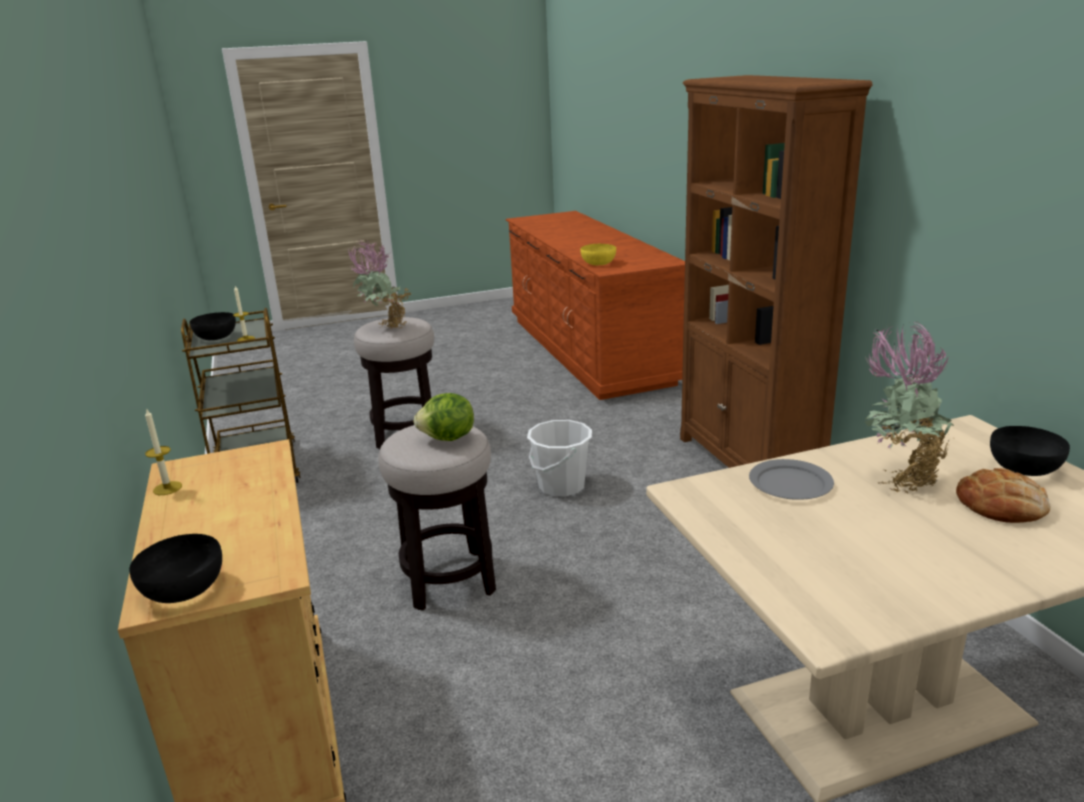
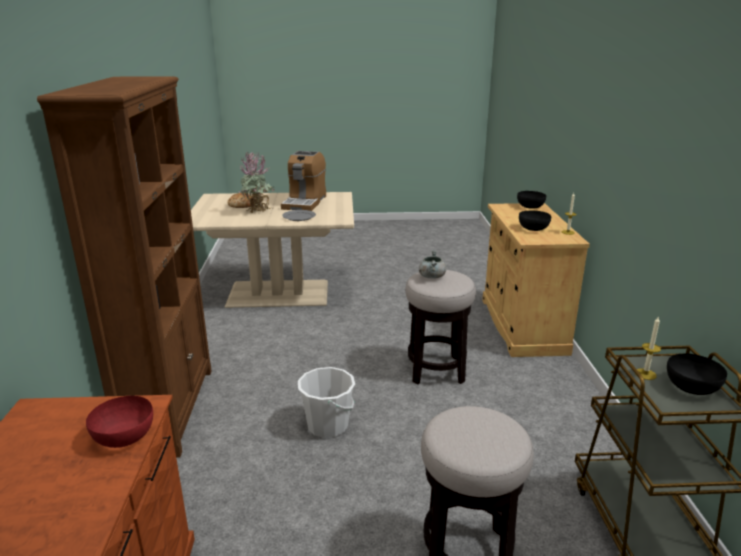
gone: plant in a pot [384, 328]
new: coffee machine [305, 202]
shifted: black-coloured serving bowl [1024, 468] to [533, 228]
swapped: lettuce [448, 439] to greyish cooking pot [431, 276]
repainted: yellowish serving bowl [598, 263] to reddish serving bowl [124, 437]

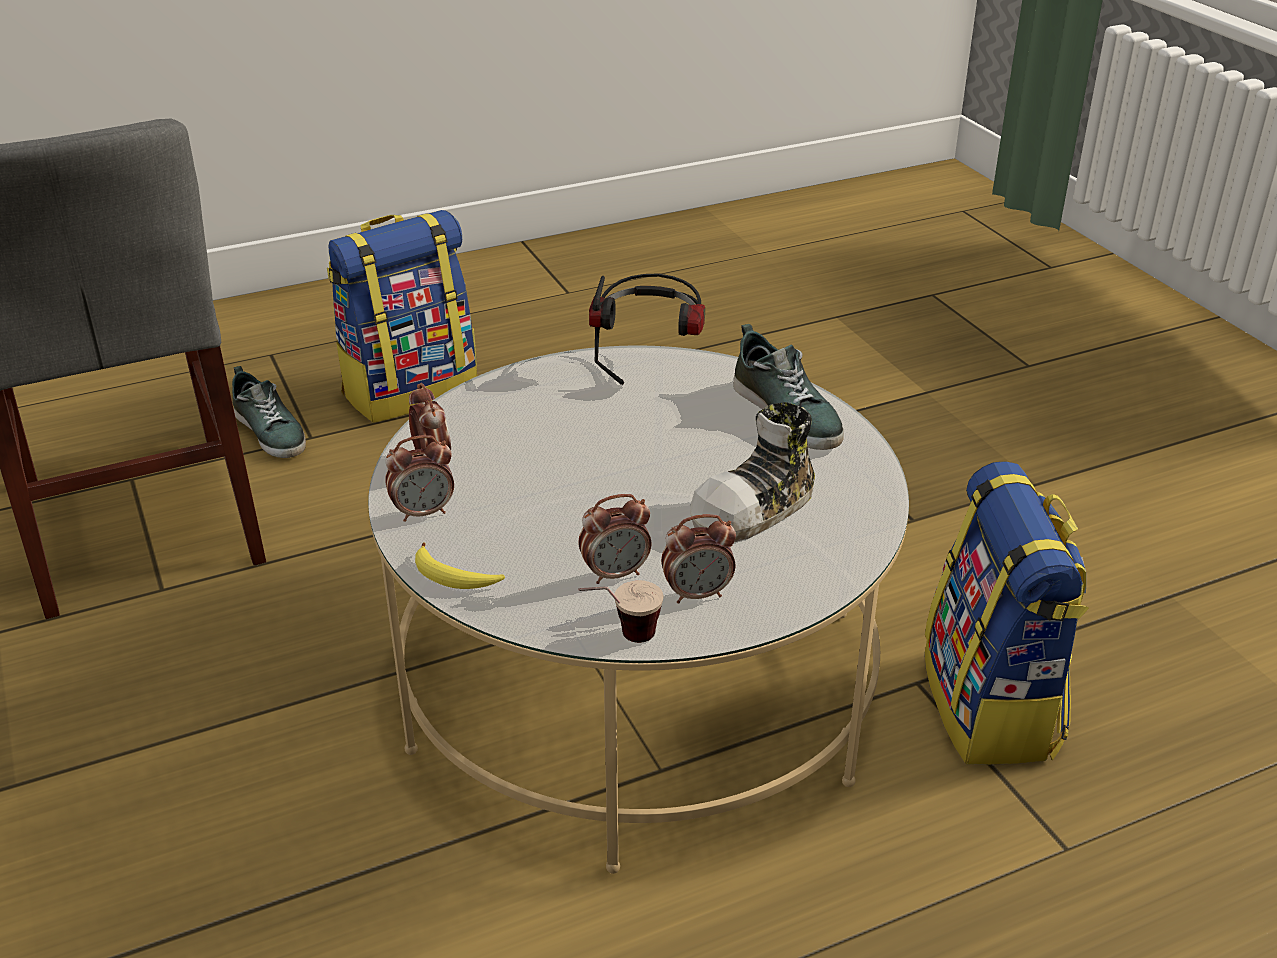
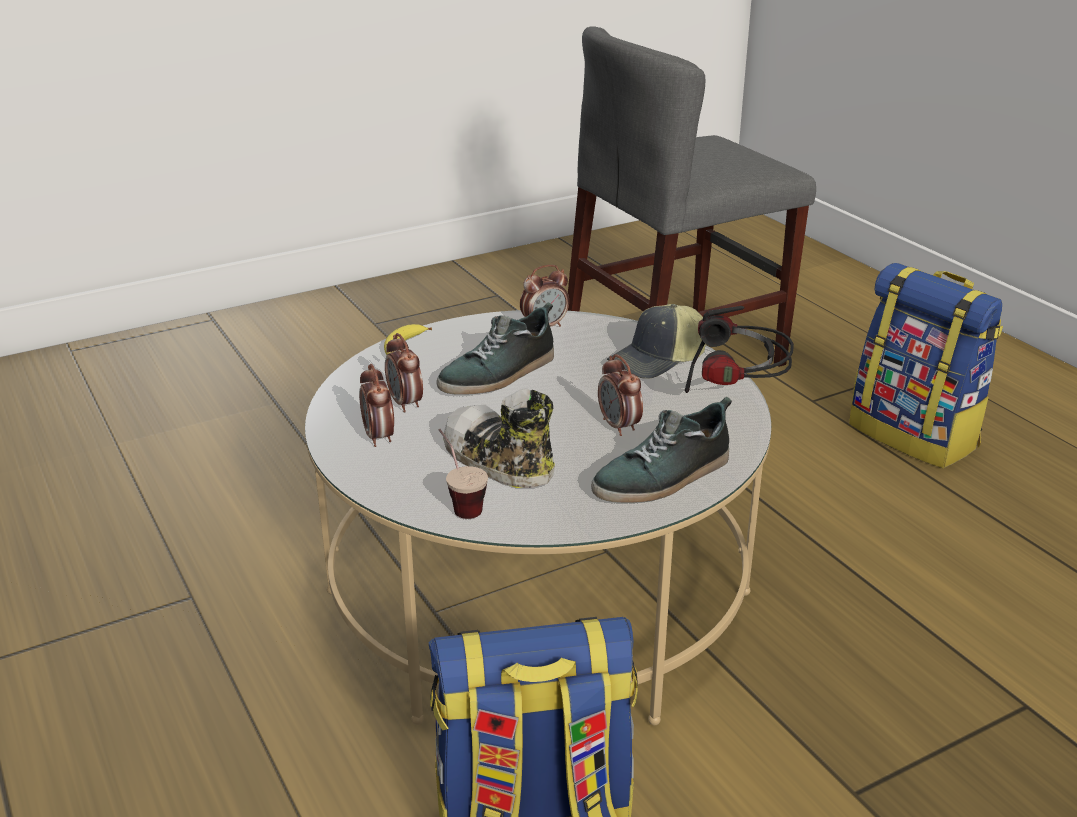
new: peaked cap [658, 361]
shifted: shoe [271, 431] to [499, 373]; cup [620, 639] to [459, 503]; table clock [423, 512] to [619, 426]

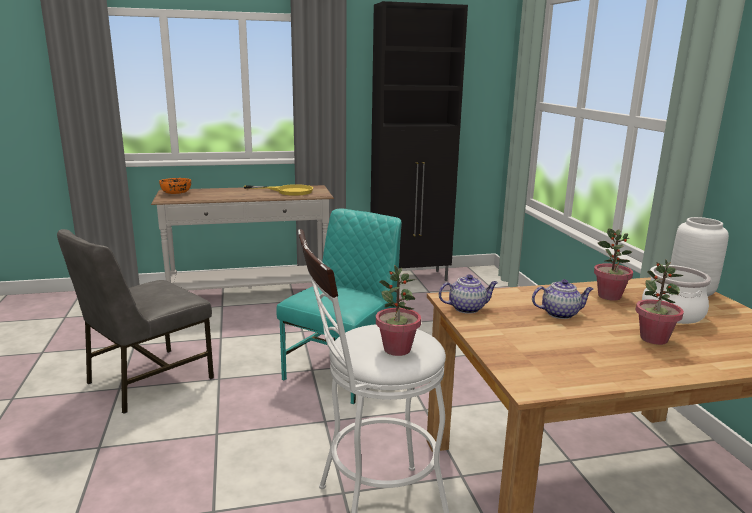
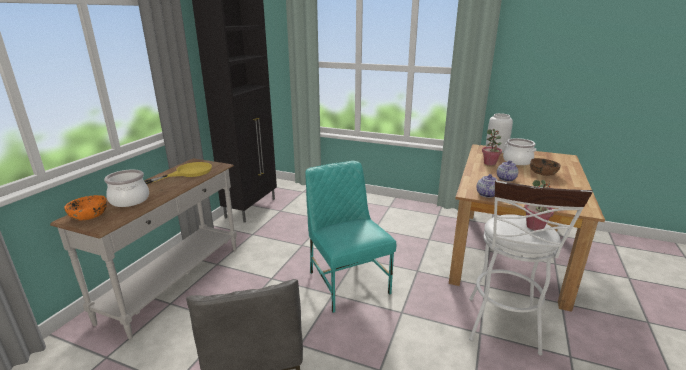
new: cooking pot [130, 200]
swapped: plant in a pot [653, 339] to brown-coloured serving bowl [543, 173]

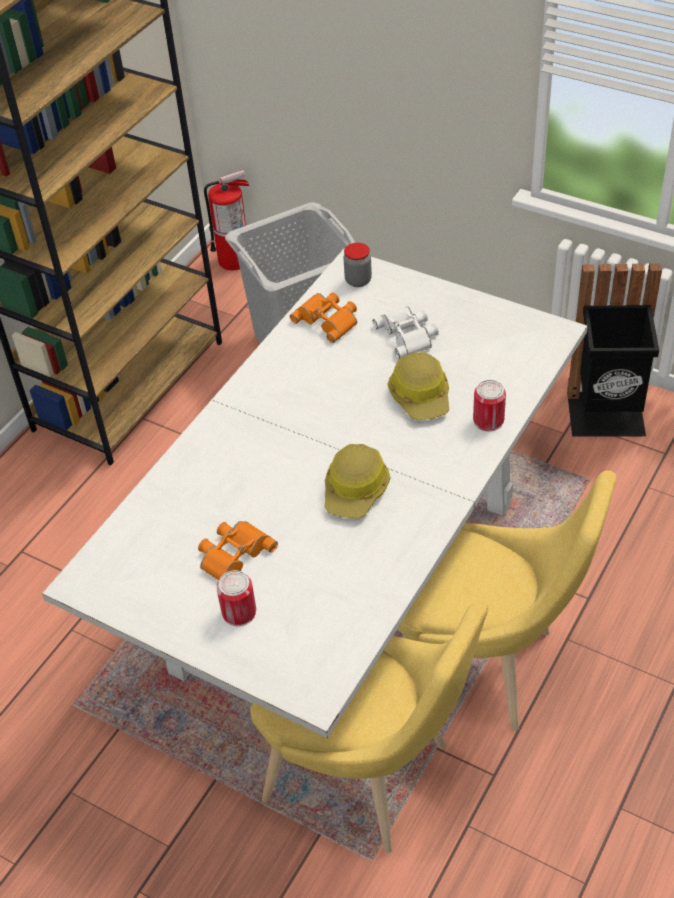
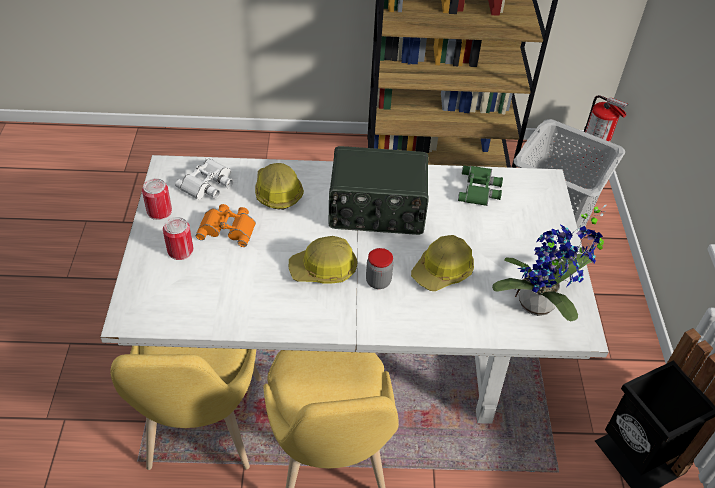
new: work helmet [277, 192]; radio [377, 210]; plant in a pot [540, 306]
shifted: can [488, 420] to [159, 211]; whitish pair of binoculars [408, 335] to [208, 184]; preserve jar [358, 280] to [378, 281]
repainted: orangey pair of binoculars [328, 319] to greenish pair of binoculars [480, 189]

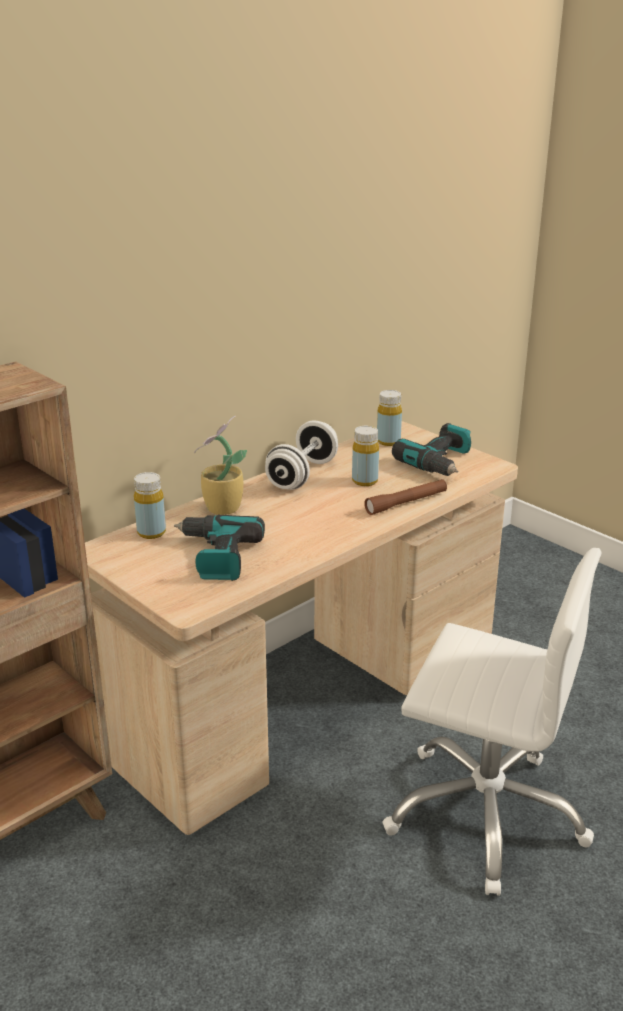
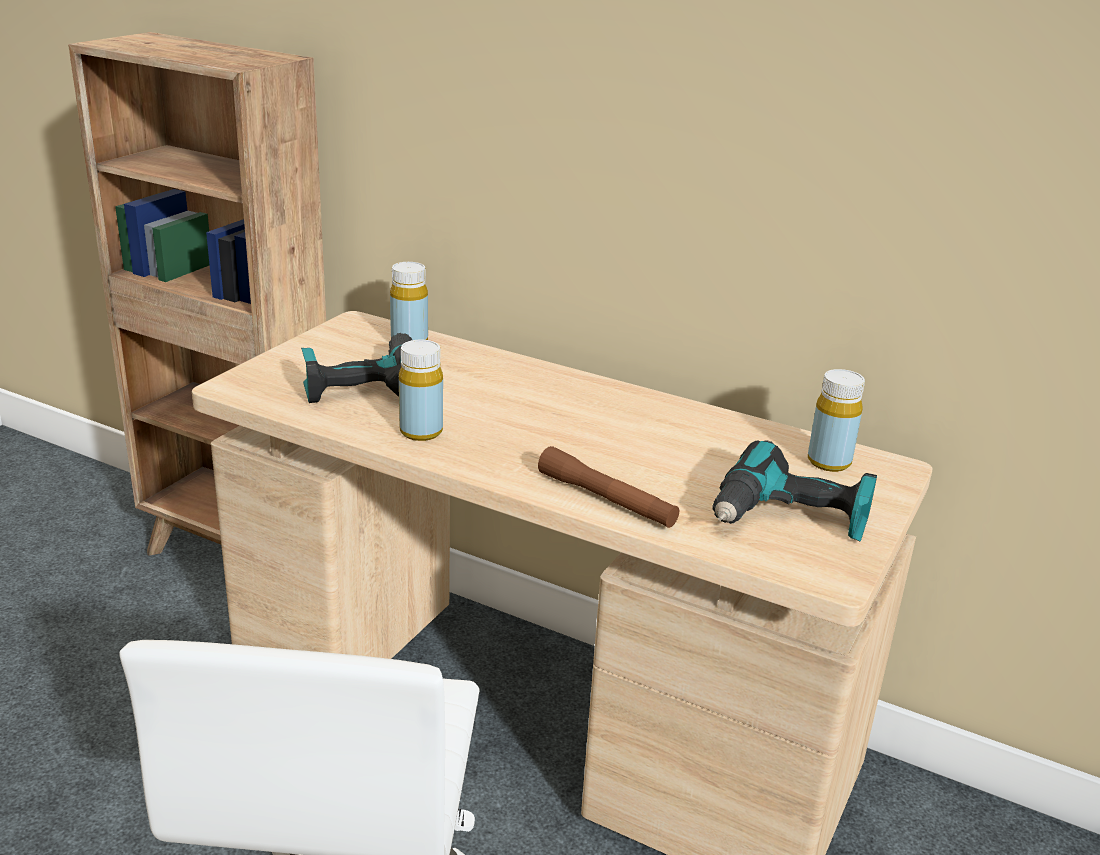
gone: plant in a pot [221, 509]; whitish free weight [302, 475]
shifted: yellowish bottle [364, 481] to [421, 432]

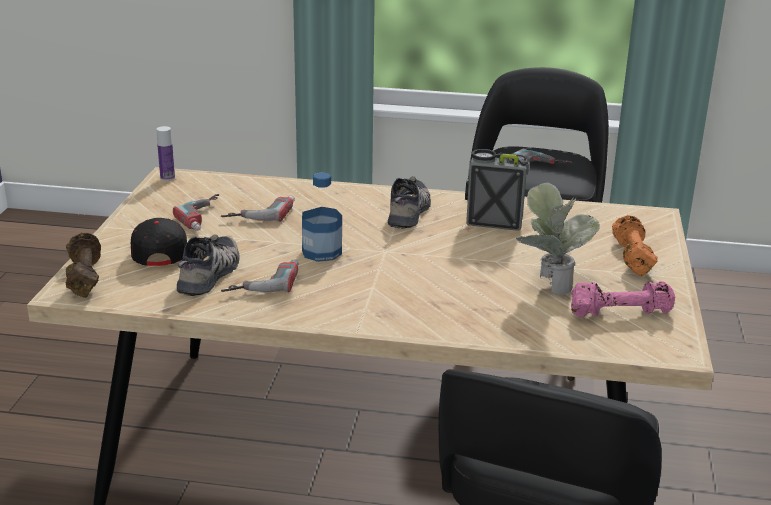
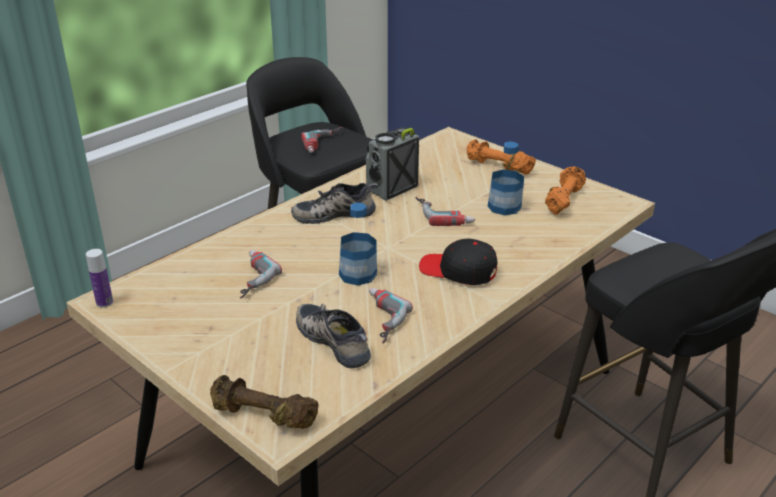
shifted: electric drill [207, 217] to [444, 214]; black-coloured peaked cap [159, 250] to [458, 271]
swapped: plant in a pot [549, 284] to bottle [504, 207]
repainted: pink free weight [619, 313] to orangey free weight [563, 200]
rotated: shoe [410, 211] = [334, 213] 60 degrees counterclockwise

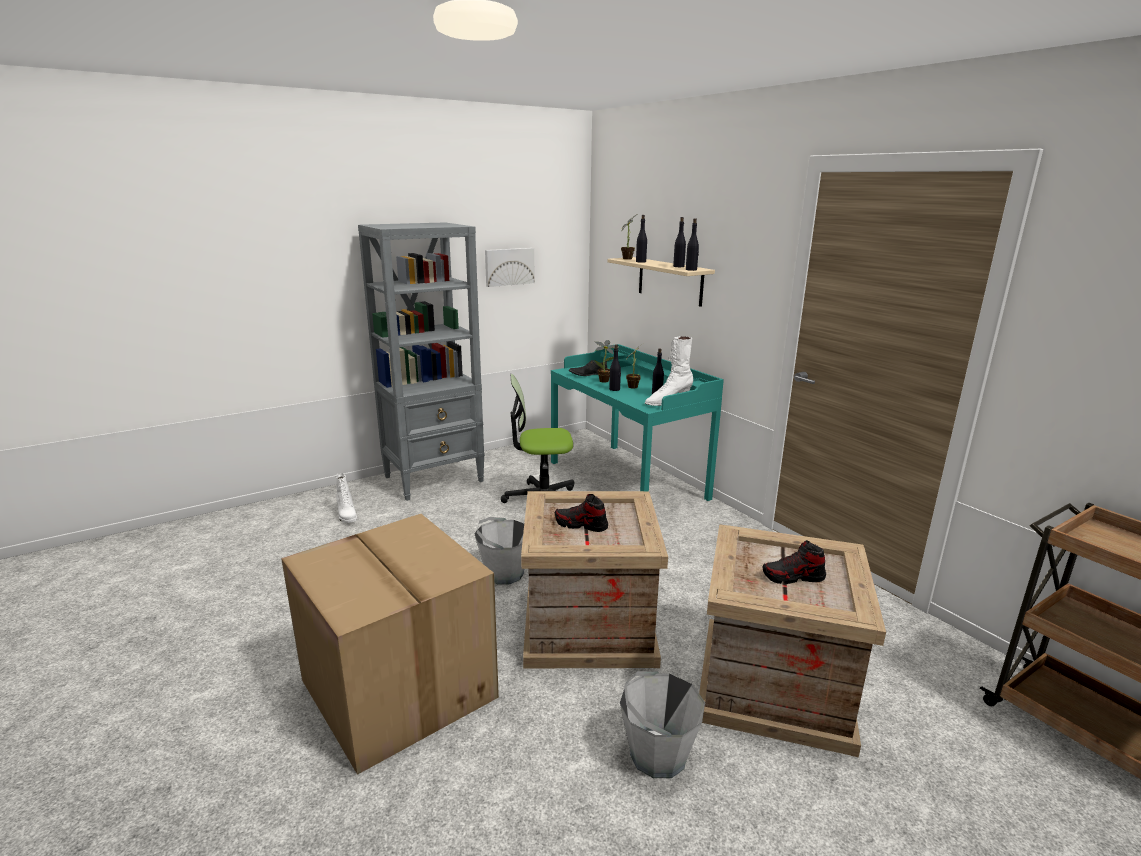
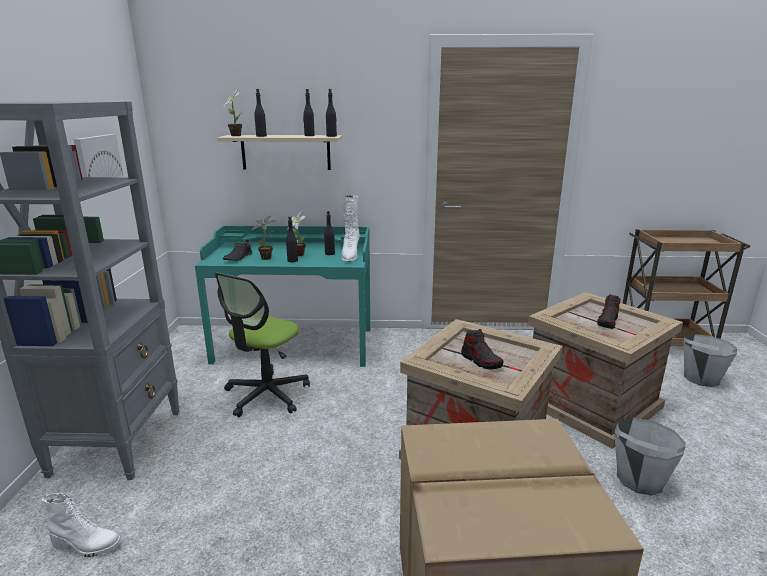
shifted: greyish water bucket [504, 573] to [701, 378]
rotated: shoe [581, 525] = [481, 361] 90 degrees counterclockwise

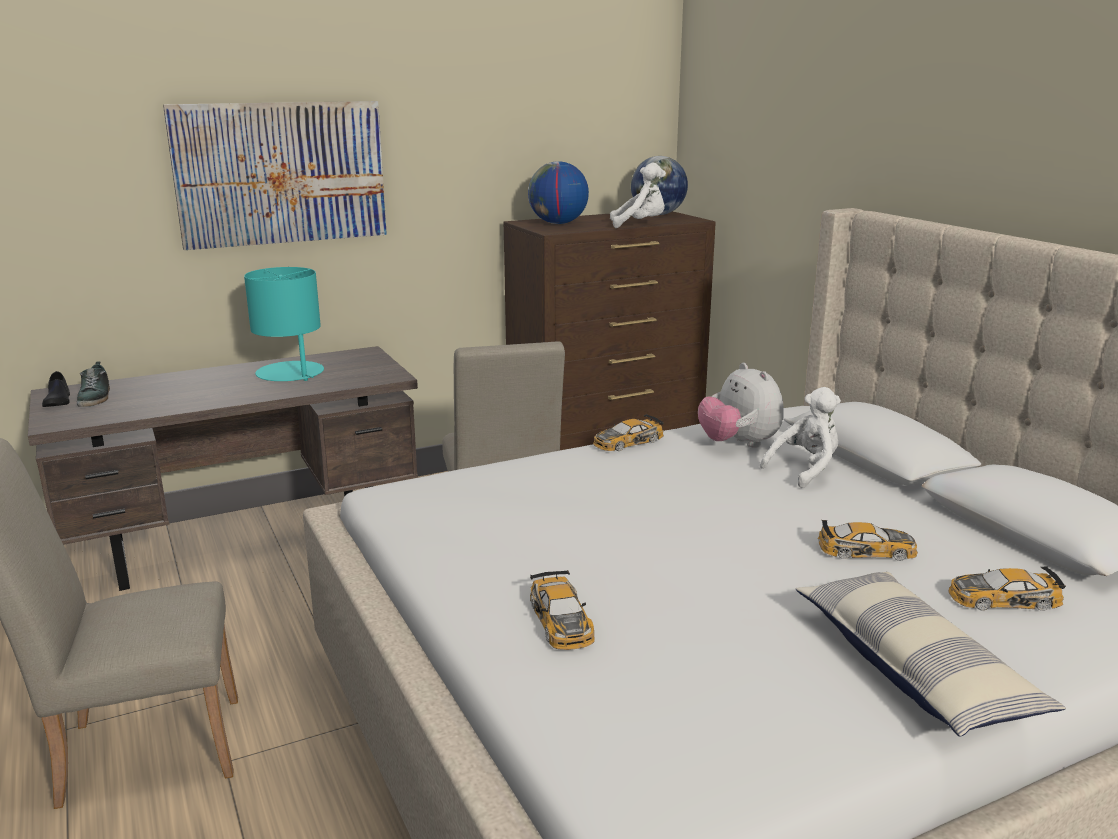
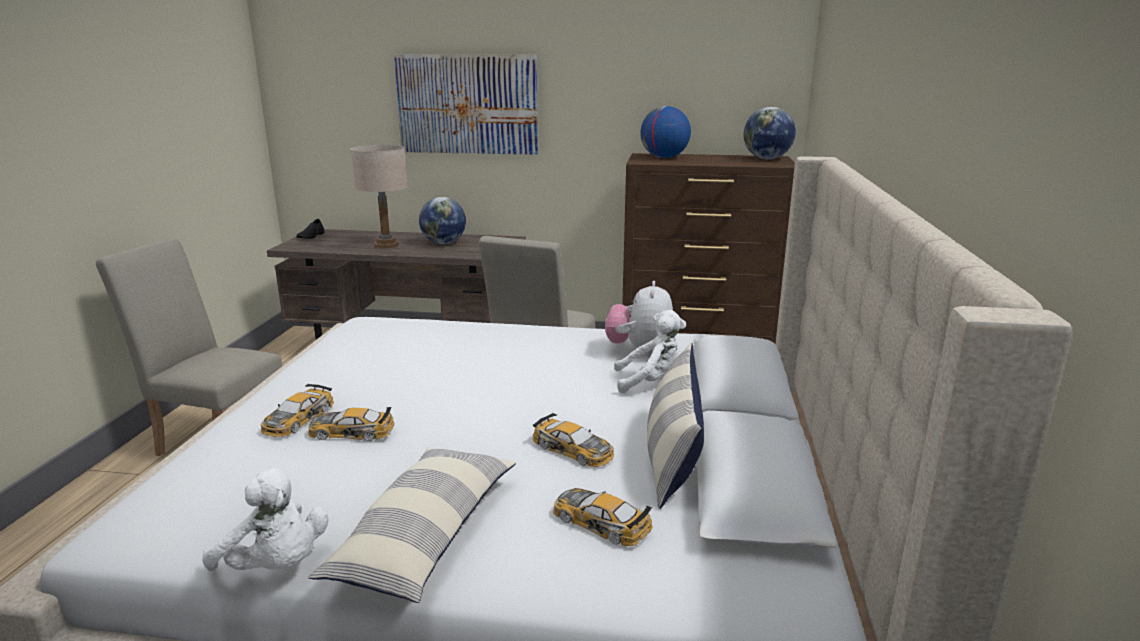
gone: shoe [95, 397]
new: beige-coloured tabletop lamp [386, 245]; cushion [672, 455]
shifted: whitish cuddly toy [640, 225] to [275, 567]; miniature car [627, 442] to [351, 432]
swapped: blue-green tabletop lamp [290, 373] to world globe [443, 243]

